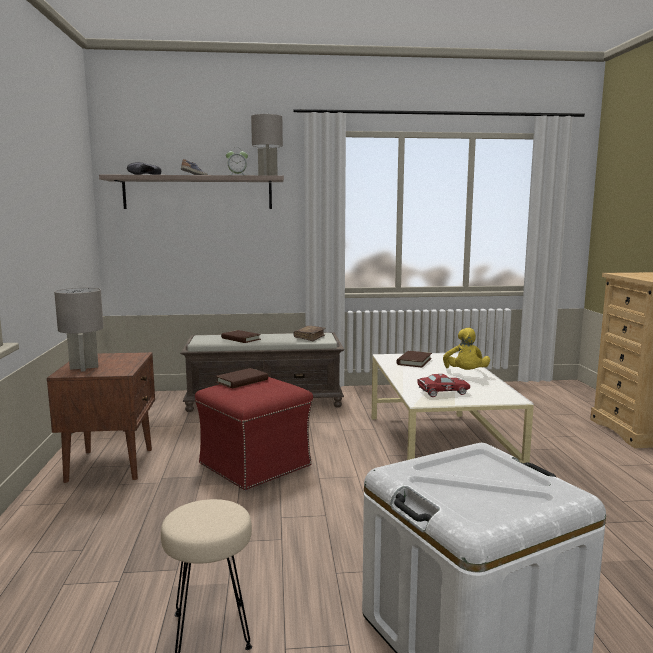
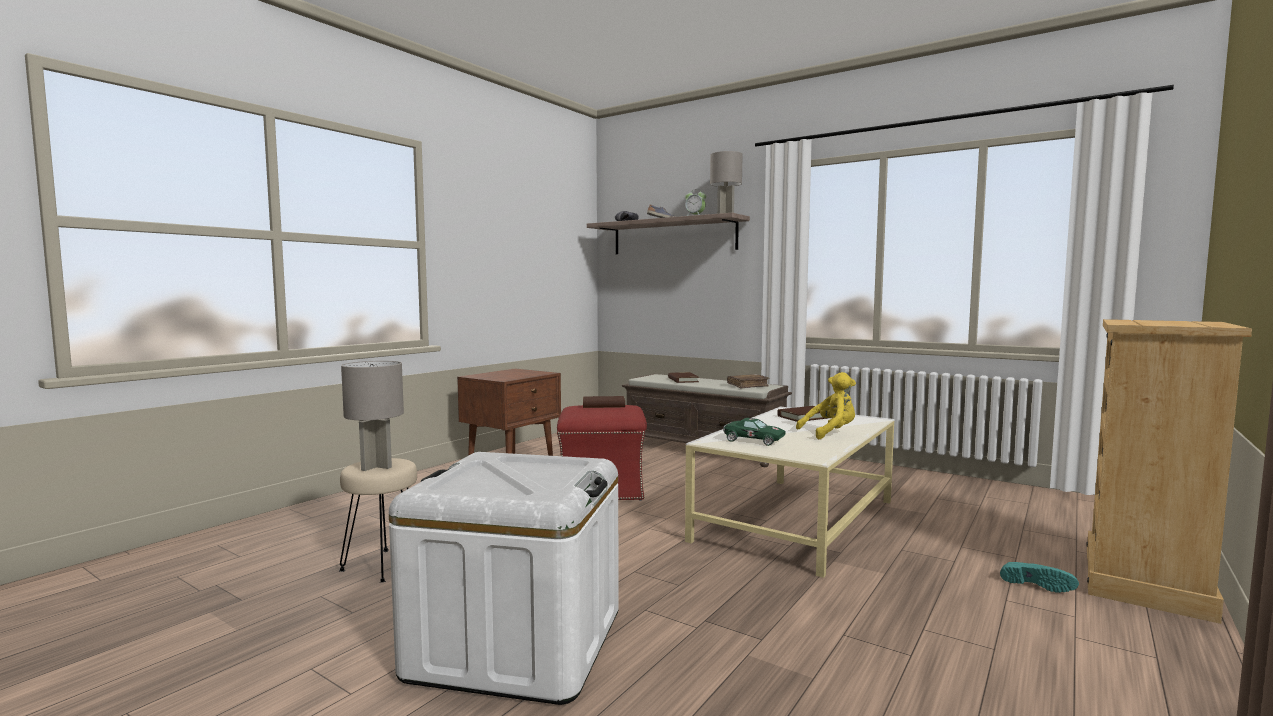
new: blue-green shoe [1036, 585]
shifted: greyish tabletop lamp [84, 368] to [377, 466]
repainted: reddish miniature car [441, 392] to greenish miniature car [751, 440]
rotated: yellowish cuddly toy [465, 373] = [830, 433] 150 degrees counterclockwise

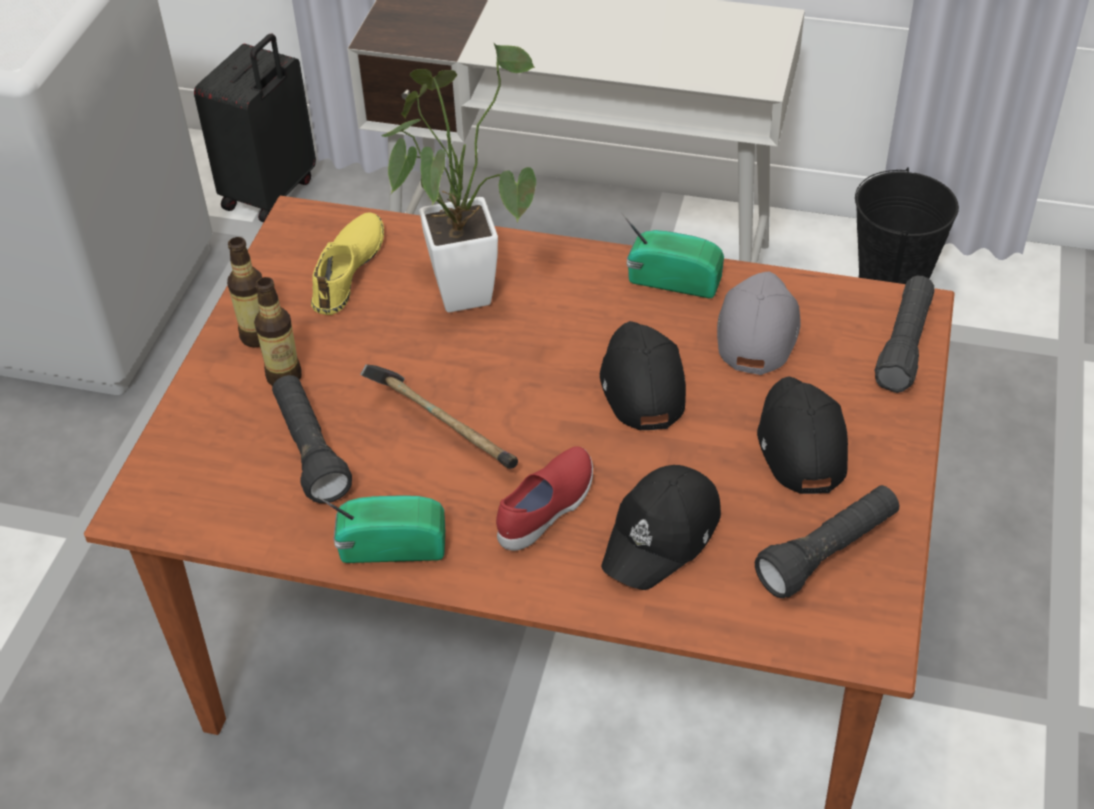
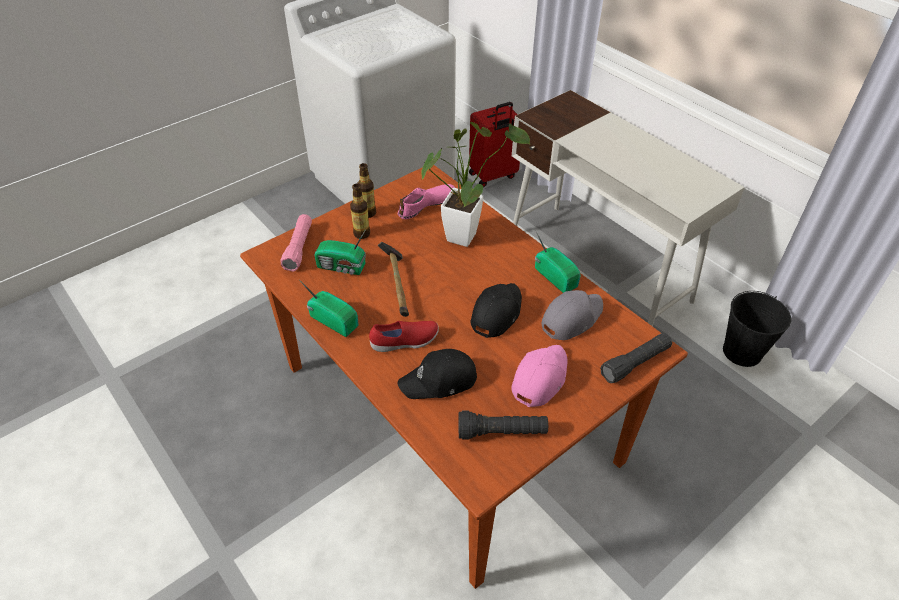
new: pink hand torch [299, 248]
swapped: black-coloured hand torch [310, 451] to radio [342, 267]
repainted: yellowish shoe [349, 270] to pink shoe [427, 205]; black-coloured travel case [271, 194] to reddish travel case [493, 176]; black-coloured peaked cap [800, 443] to pink peaked cap [539, 378]

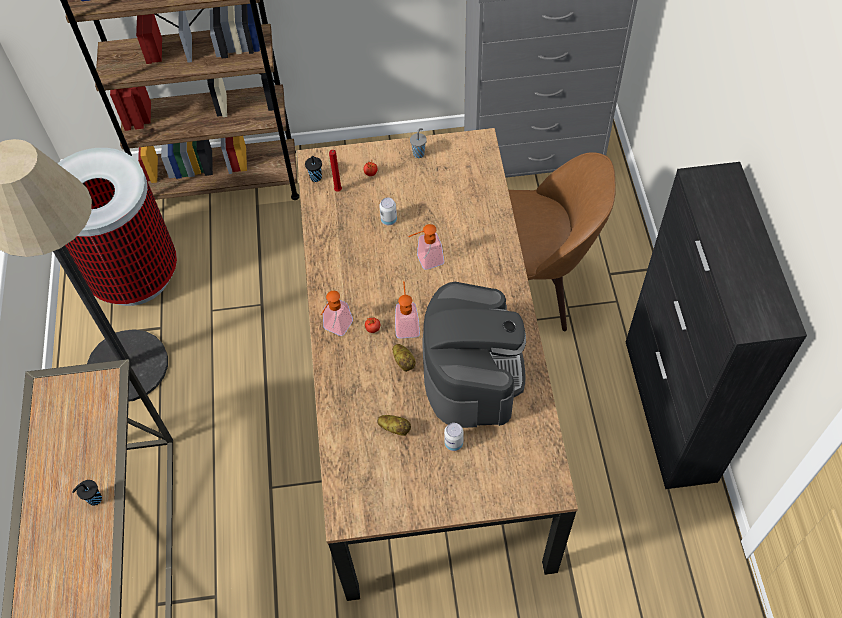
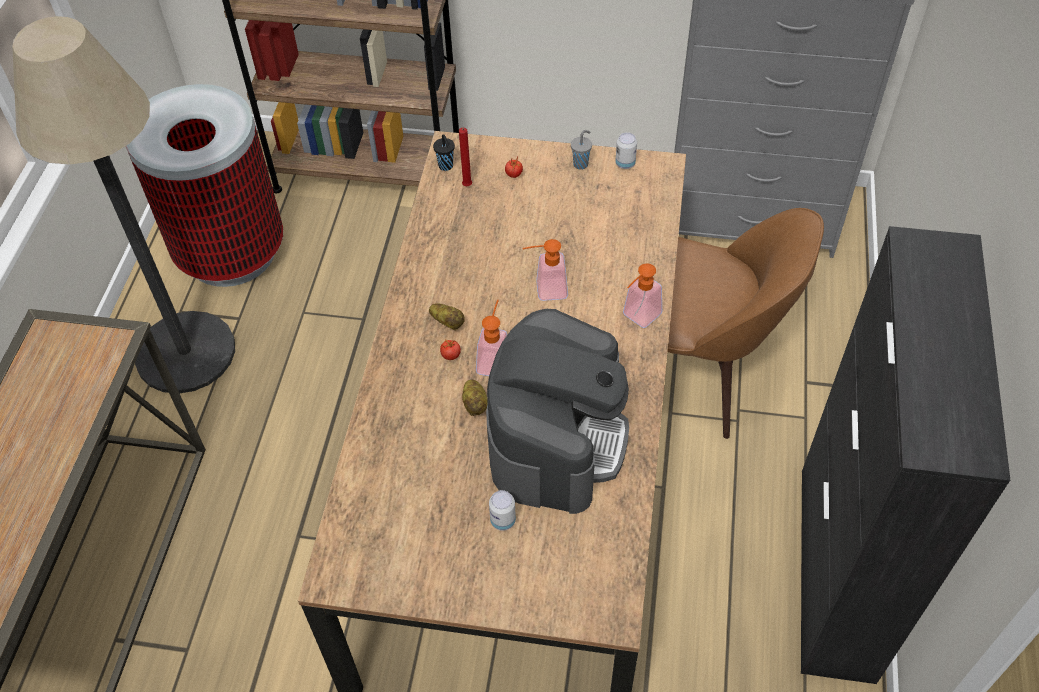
gone: black-coloured cup [94, 499]
shifted: potato [395, 428] to [448, 322]; can [389, 220] to [625, 164]; soap bottle [335, 328] to [637, 318]

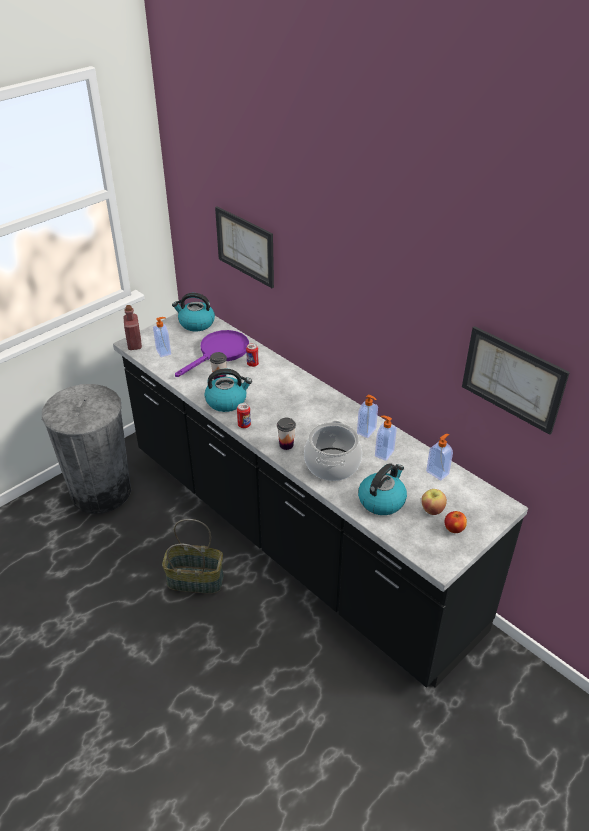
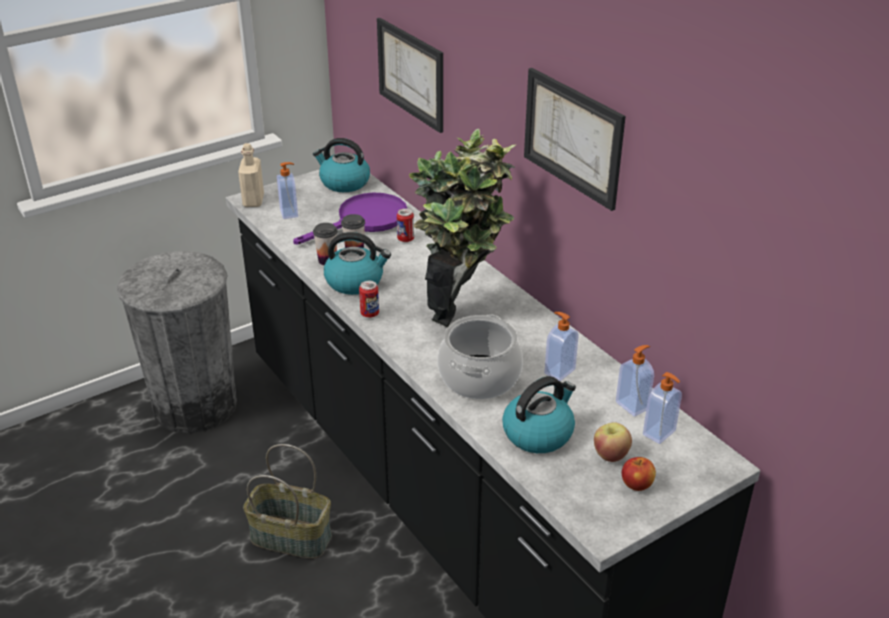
new: plant in a pot [461, 305]
shifted: cup [286, 445] to [327, 260]; wall picture [513, 379] to [573, 137]; soap bottle [367, 431] to [660, 433]
repainted: reddish bottle [134, 344] to beige-coloured bottle [253, 201]

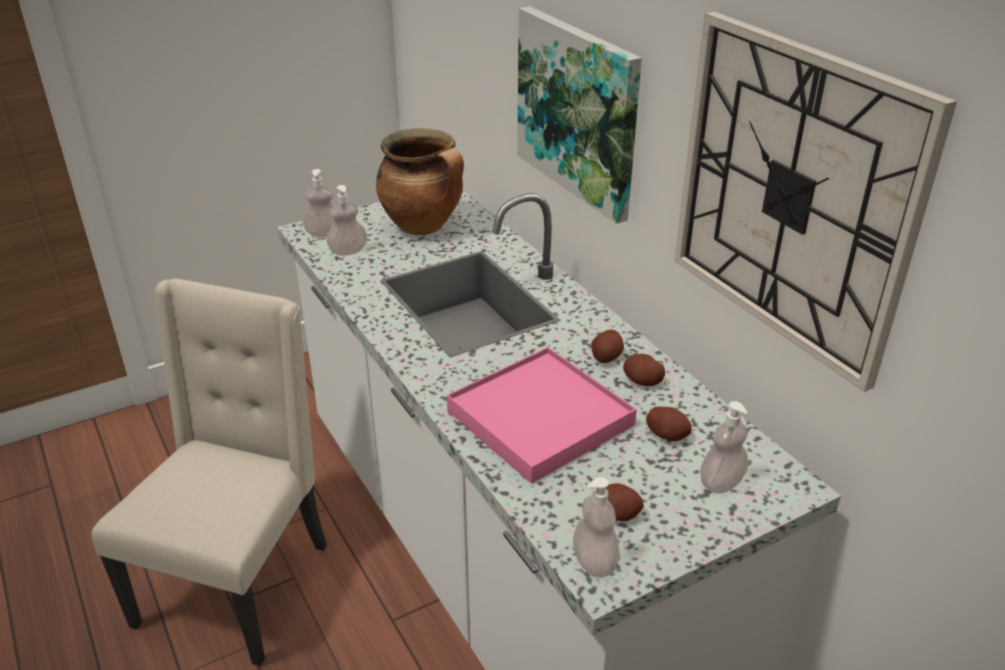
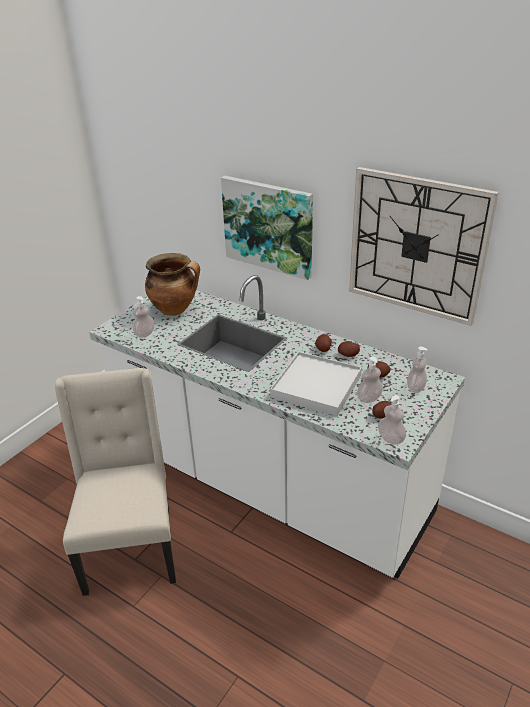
shifted: soap bottle [324, 234] to [369, 398]
repainted: pink serving tray [540, 418] to whitish serving tray [316, 386]

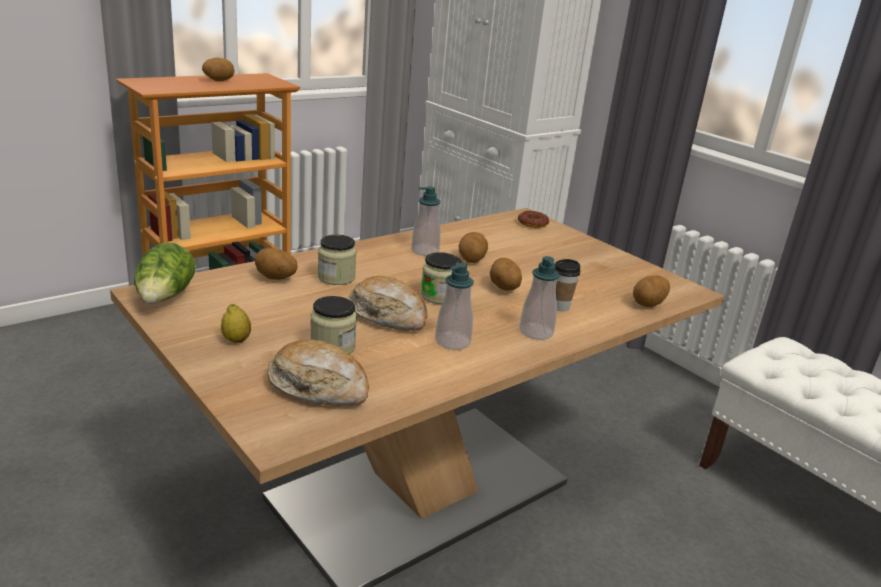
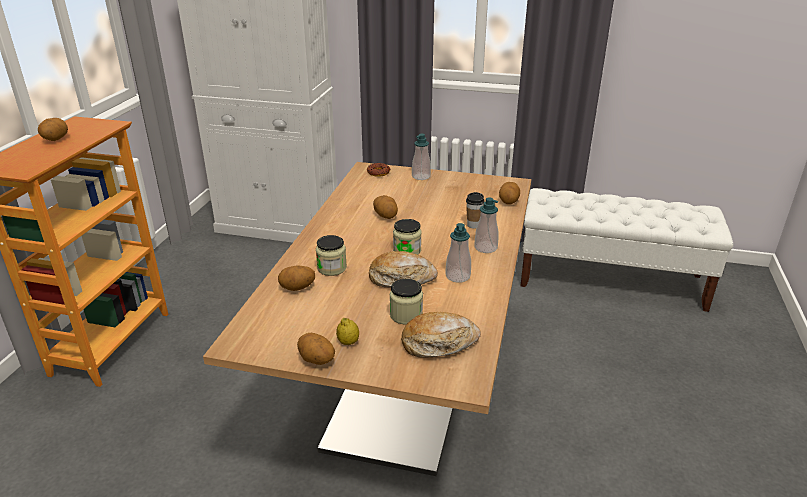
gone: lettuce [165, 298]
shifted: potato [503, 288] to [316, 361]; soap bottle [425, 251] to [421, 176]

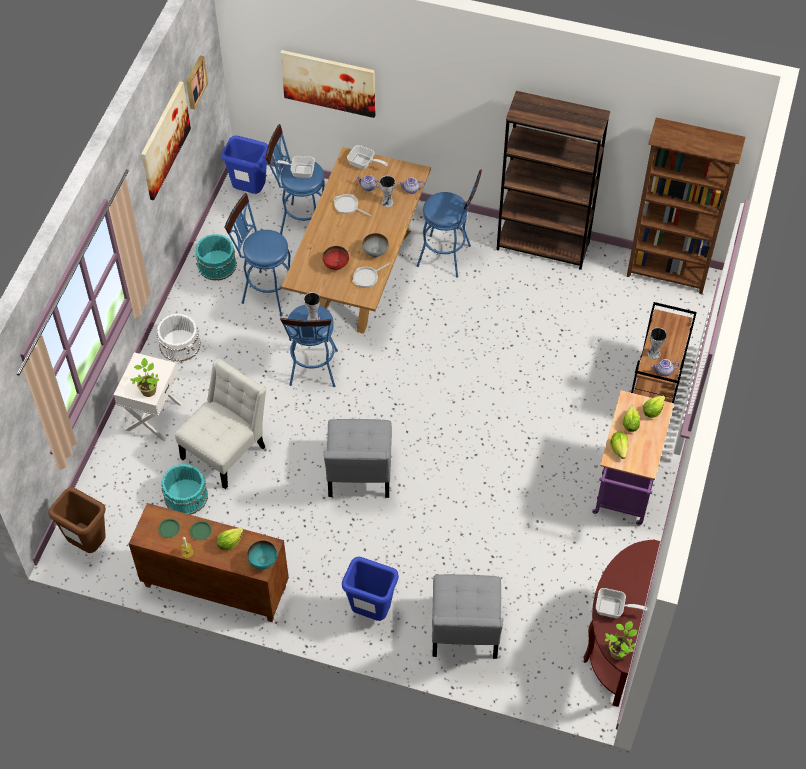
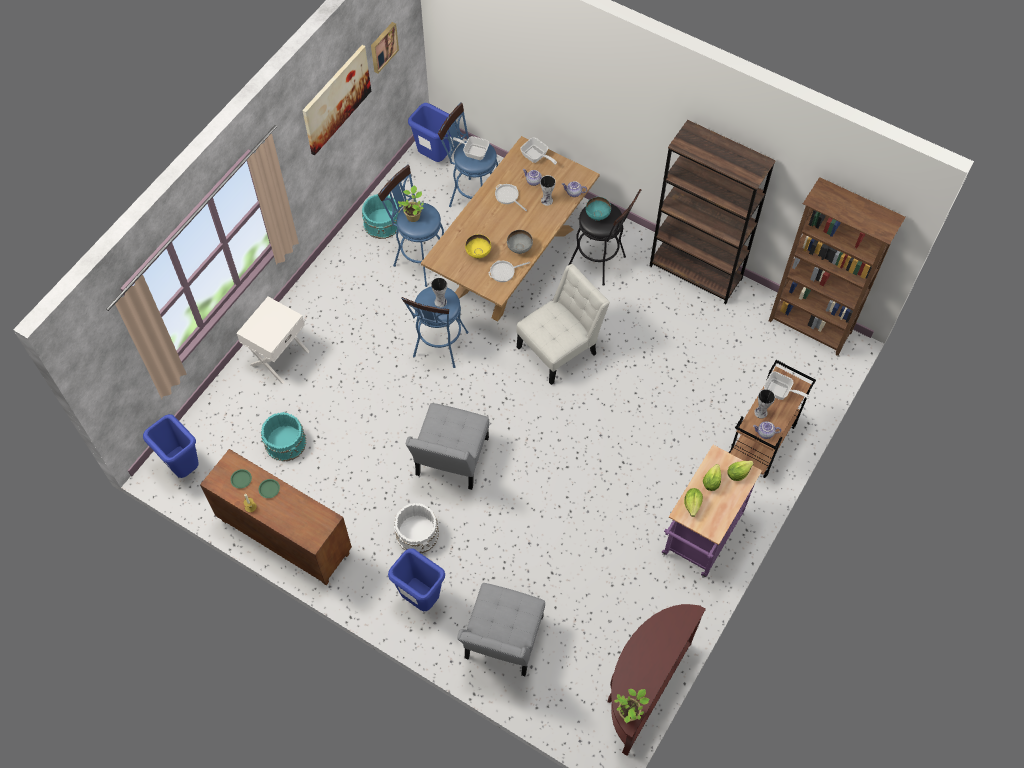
gone: lettuce [229, 543]; wall picture [329, 82]
shifted: whitish water bucket [180, 344] to [417, 533]; plant in a pot [148, 390] to [413, 216]; whitish chair [226, 449] to [560, 348]; blue-green serving bowl [263, 561] to [597, 215]; skillet [613, 609] to [780, 392]
repainted: brown-coloured waste bin [88, 544] to bluish waste bin [183, 467]; reddish serving bowl [336, 265] to yellowish serving bowl [478, 253]; bluish stool seat [448, 257] to black-coloured stool seat [601, 263]

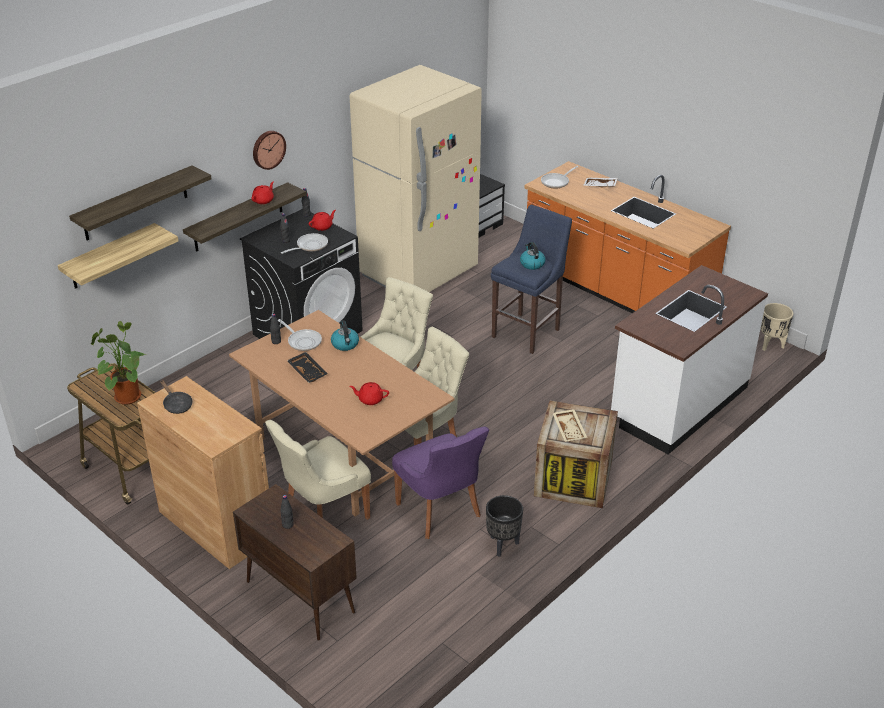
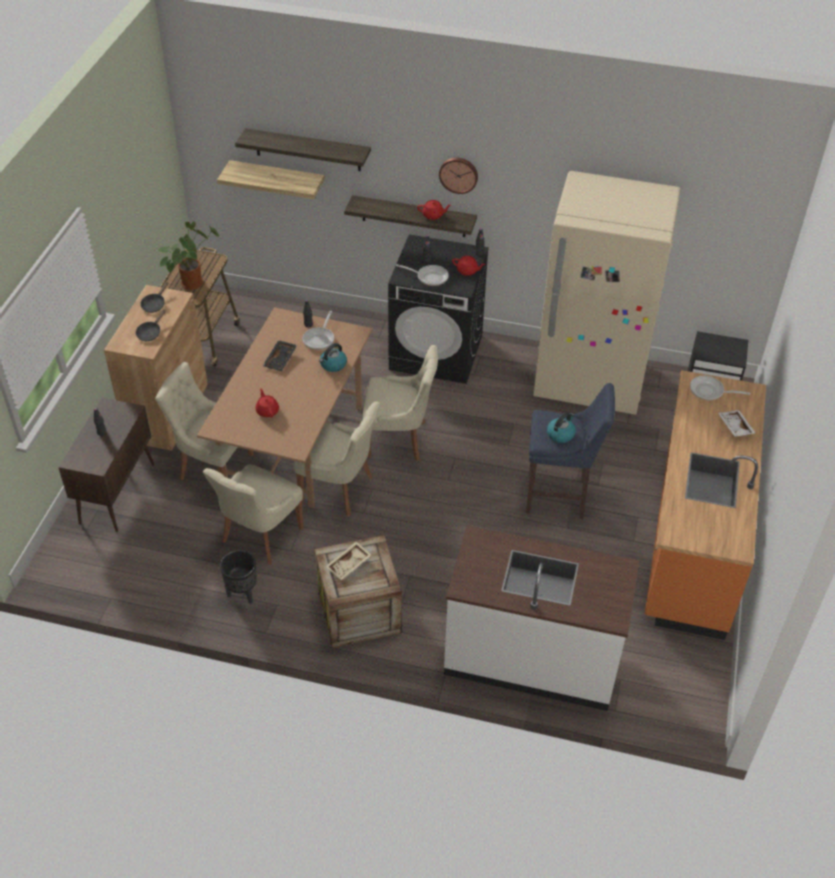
gone: beige-coloured flower pot [770, 345]
new: black-coloured skillet [150, 332]
repainted: purplish chair [440, 511] to beige-coloured chair [259, 536]

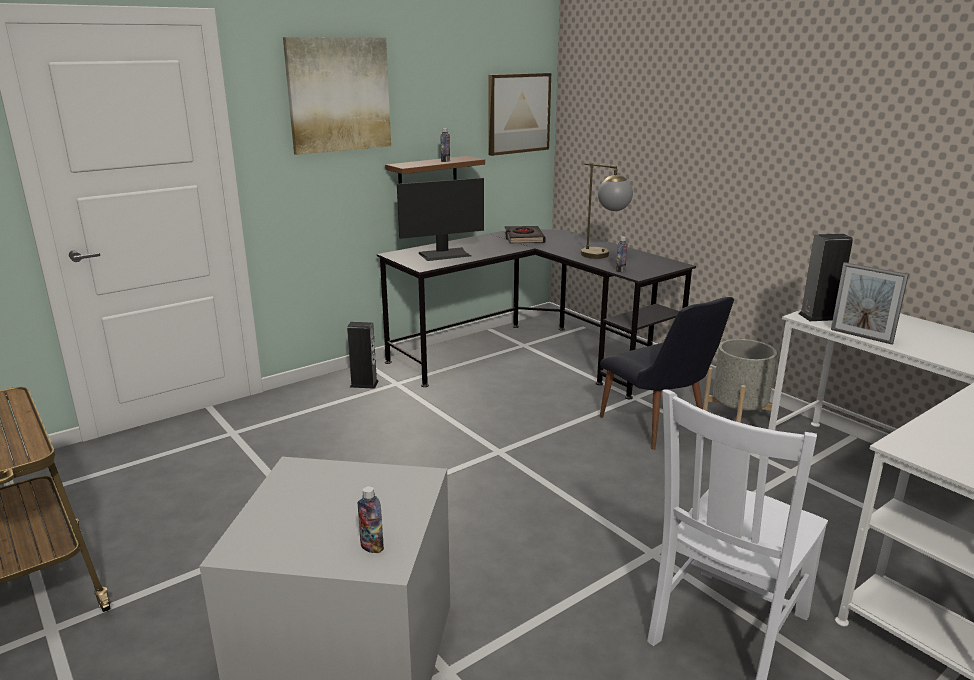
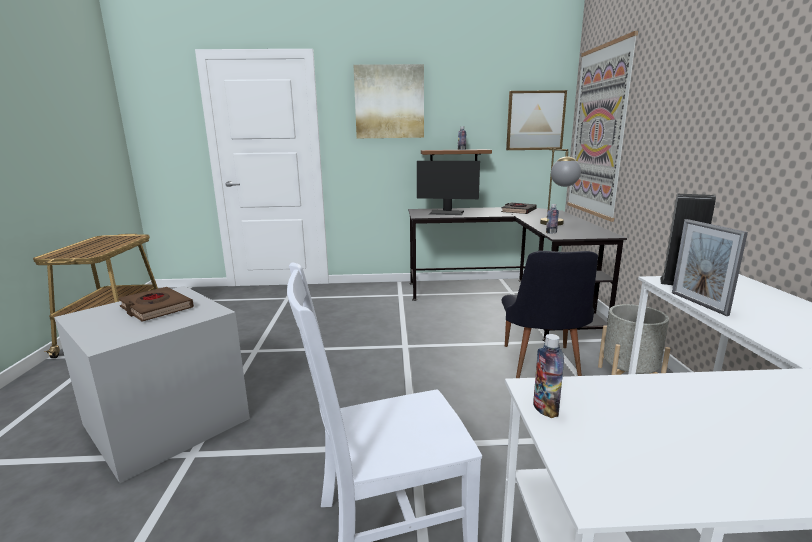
gone: speaker [364, 384]
new: brown-coloured book [156, 308]; wall picture [598, 132]
shifted: bottle [372, 547] to [545, 409]

